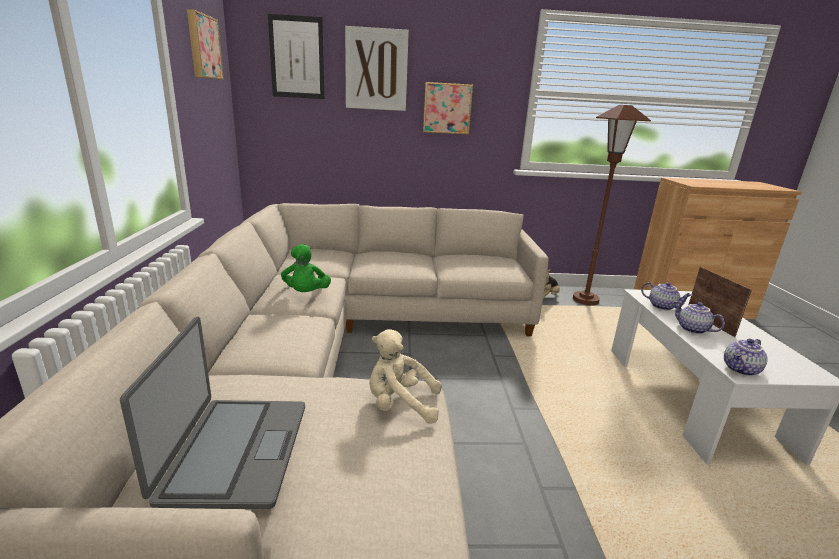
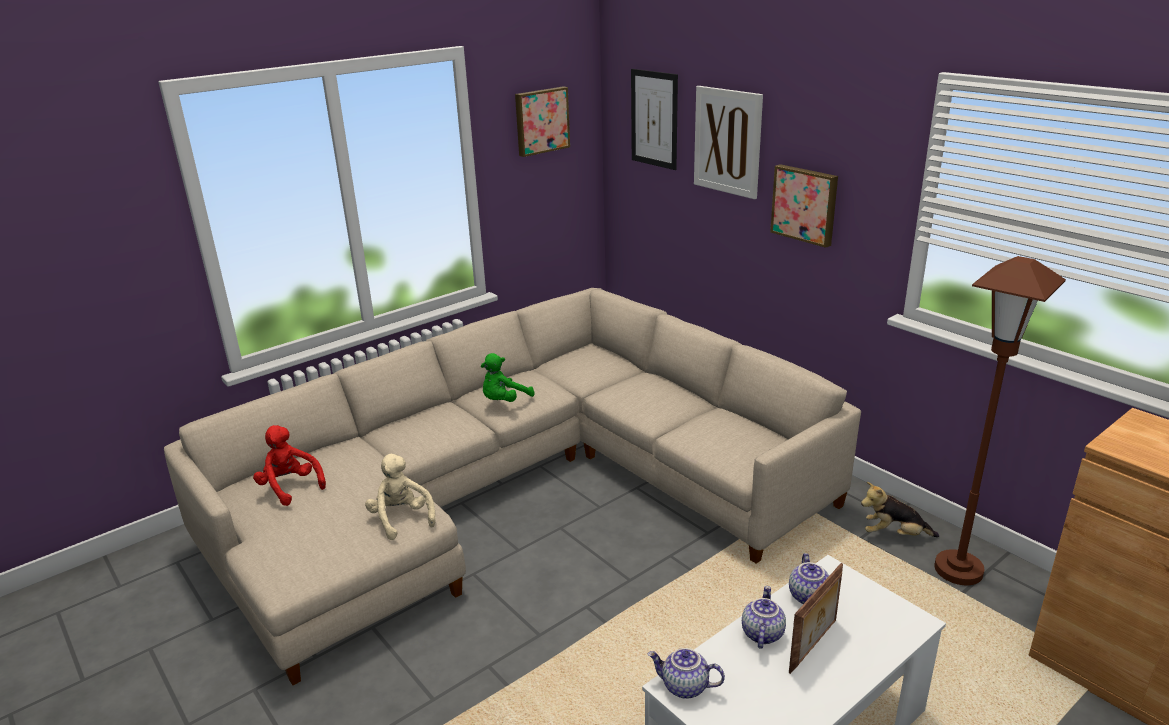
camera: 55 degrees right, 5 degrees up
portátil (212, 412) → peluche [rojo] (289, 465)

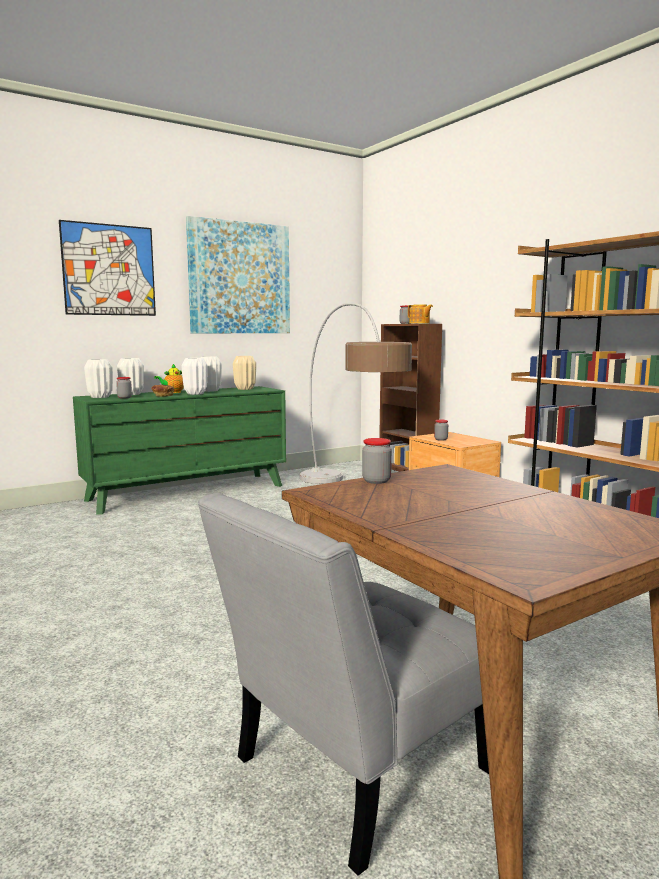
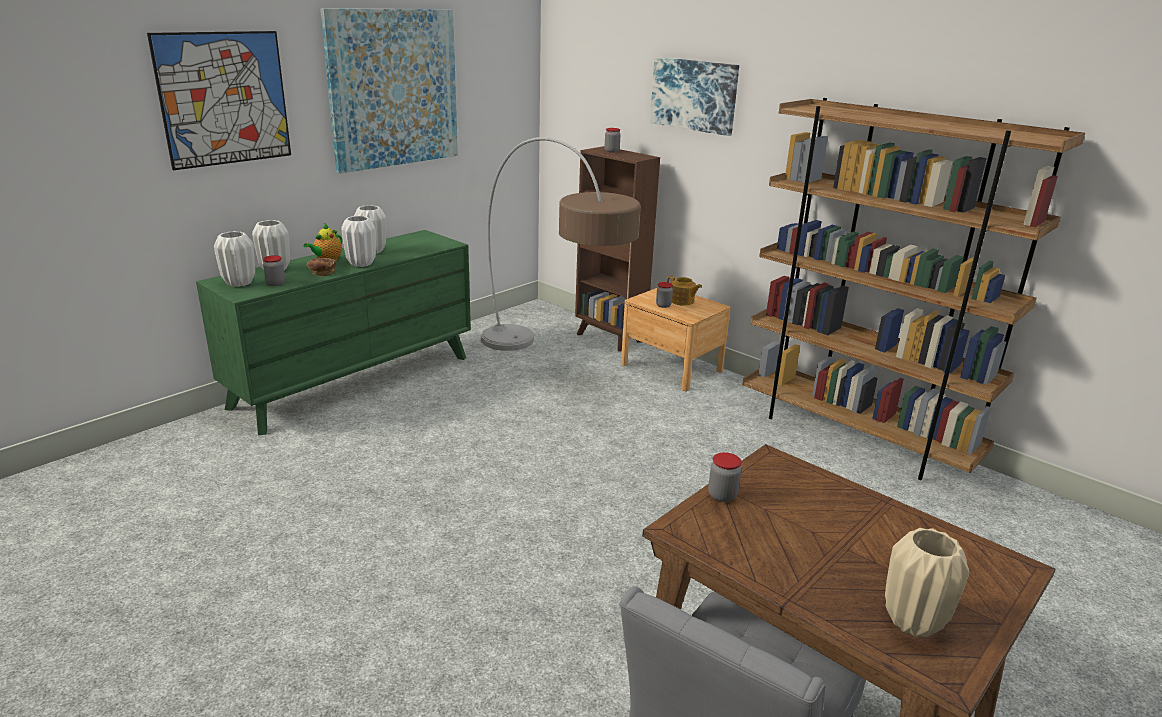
camera: 15 degrees left, 15 degrees up
florero [beis] (244, 373) → florero [beis] (927, 582), moved
tetera (420, 314) → tetera (684, 291), moved
- → cuadro (694, 96)

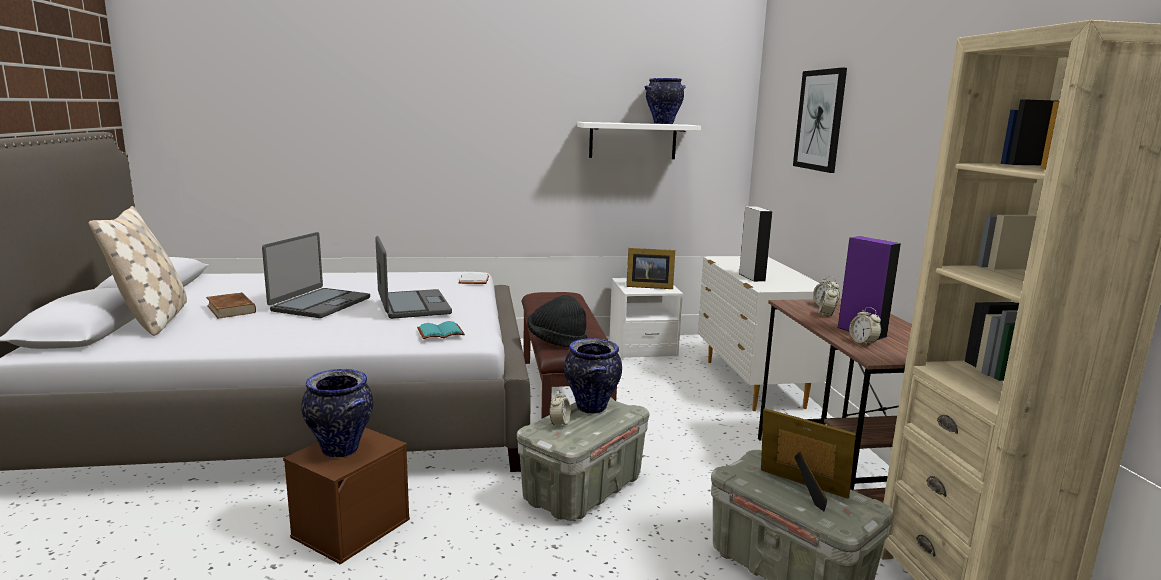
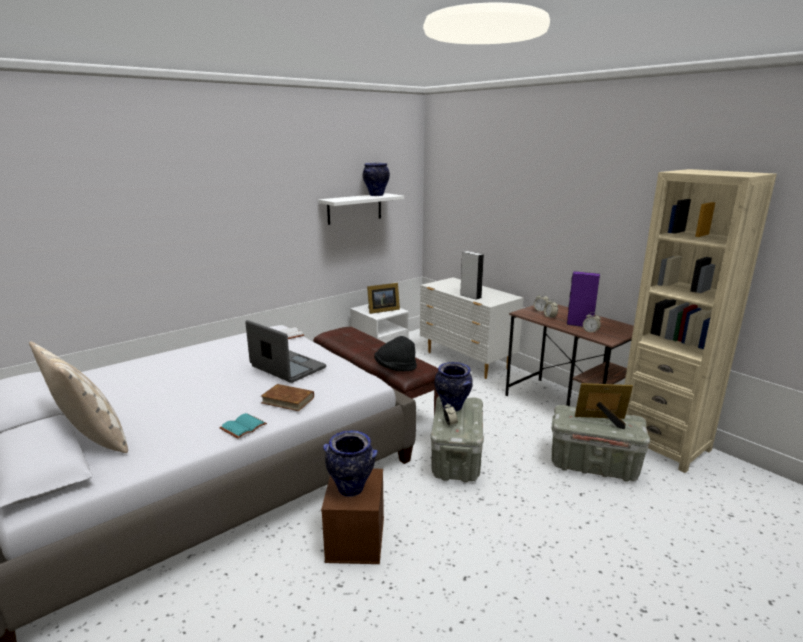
camera: 30 degrees left, 5 degrees up
libro [marrón] (231, 305) → libro [marrón] (287, 397), moved
portátil (316, 275) → -
libro [turquesa] (441, 330) → libro [turquesa] (243, 426), moved
cuadro (820, 120) → -

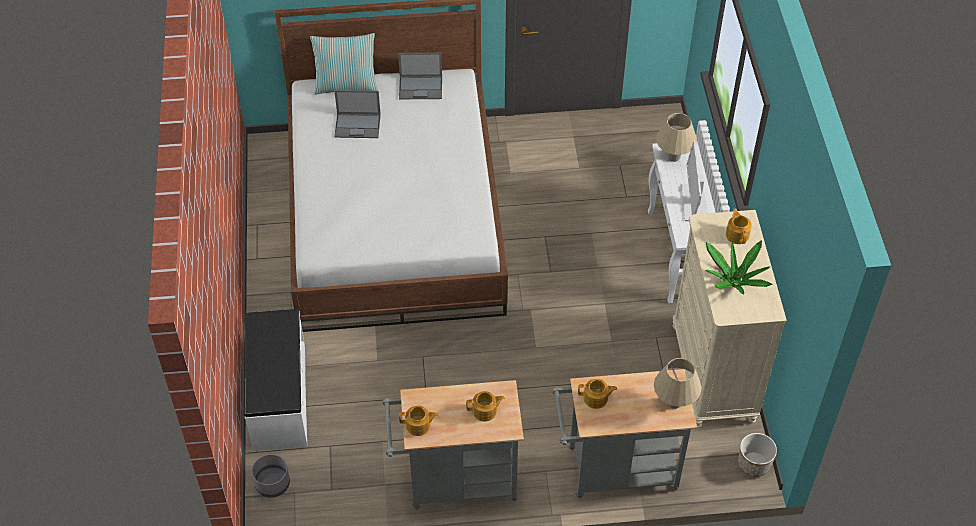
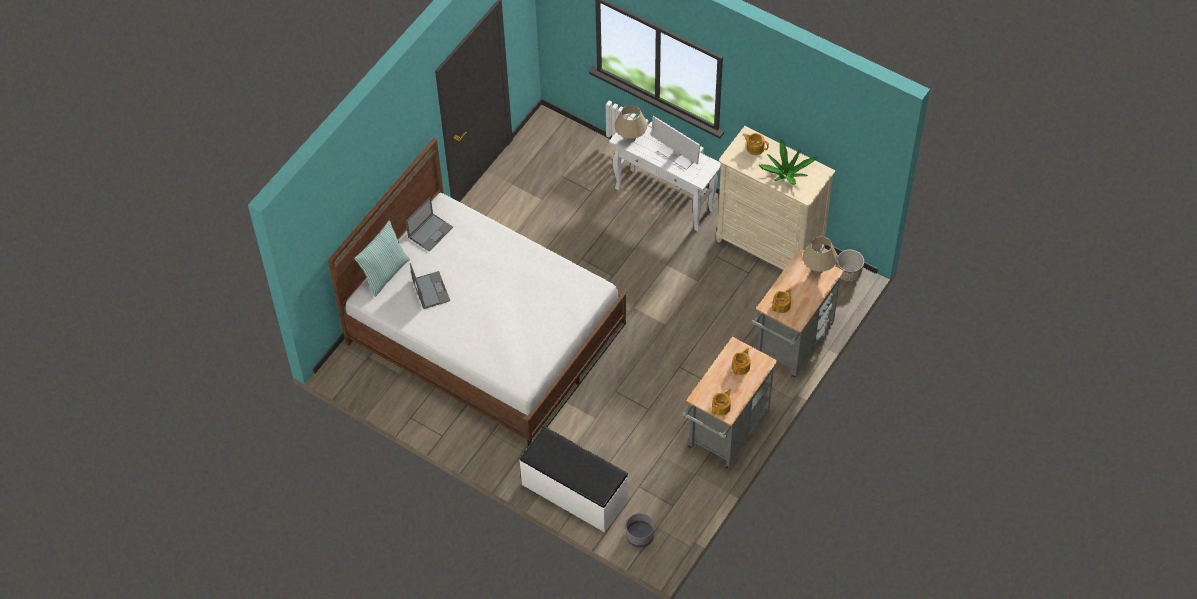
camera: 50 degrees left, 5 degrees up
portátil (357, 114) → portátil (430, 286), 60 degrees counterclockwise

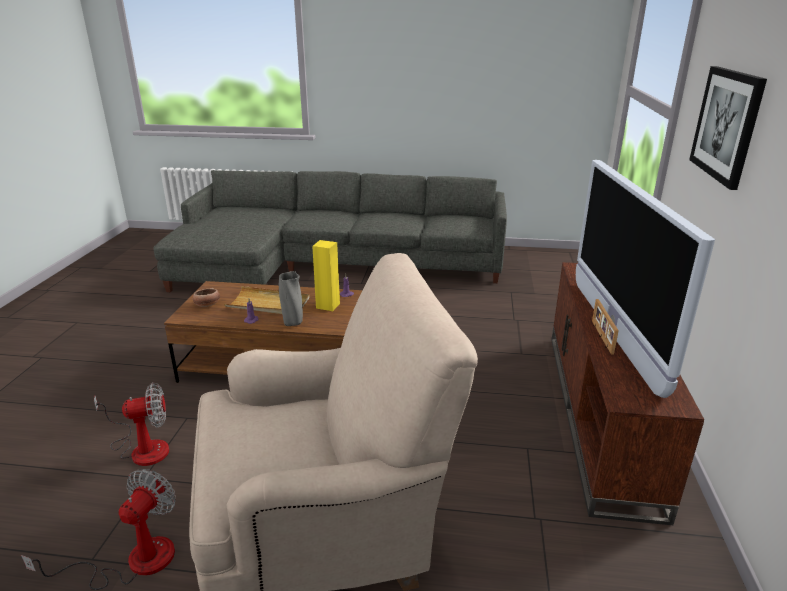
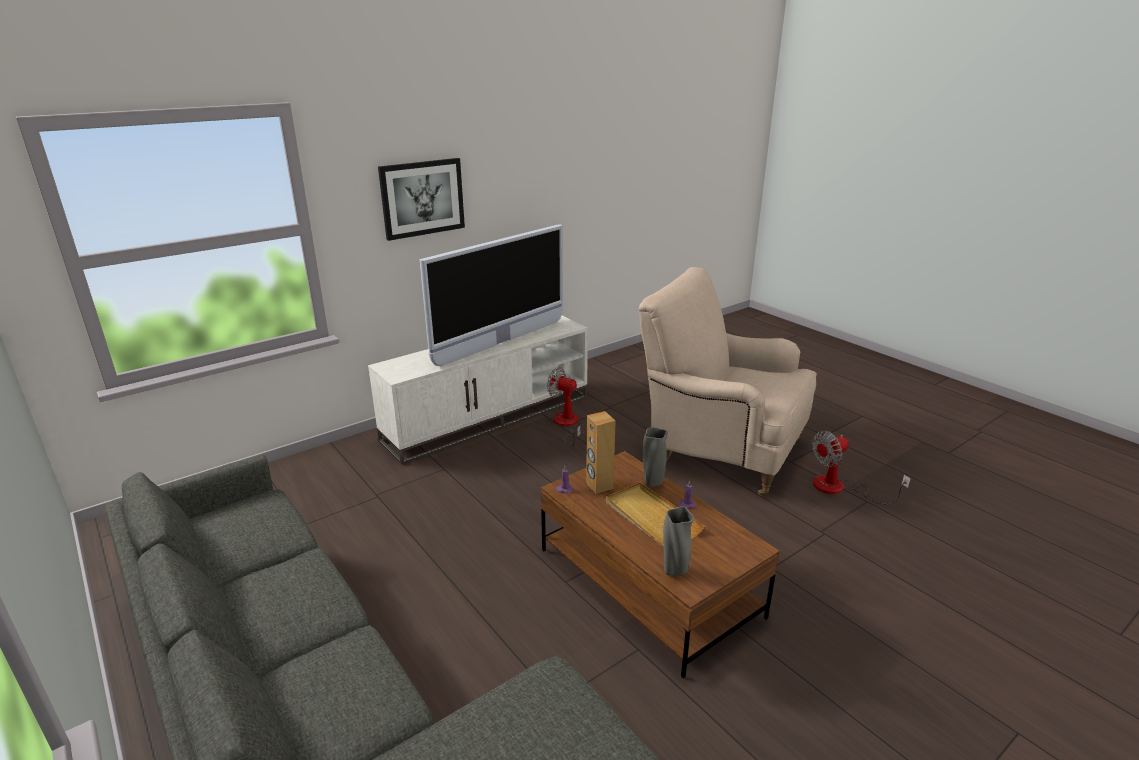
camera: 135 degrees left, 0 degrees up
ventilador (131, 424) → ventilador (565, 407), moved
cuenco (206, 297) → -
altavoz [amarillo] (326, 275) → altavoz [marrón] (600, 452)
mueble de televisión [marrón] (627, 393) → mueble de televisión [blanco] (478, 390)
portarretratos (605, 326) → -
- → florero [gris] (678, 541)

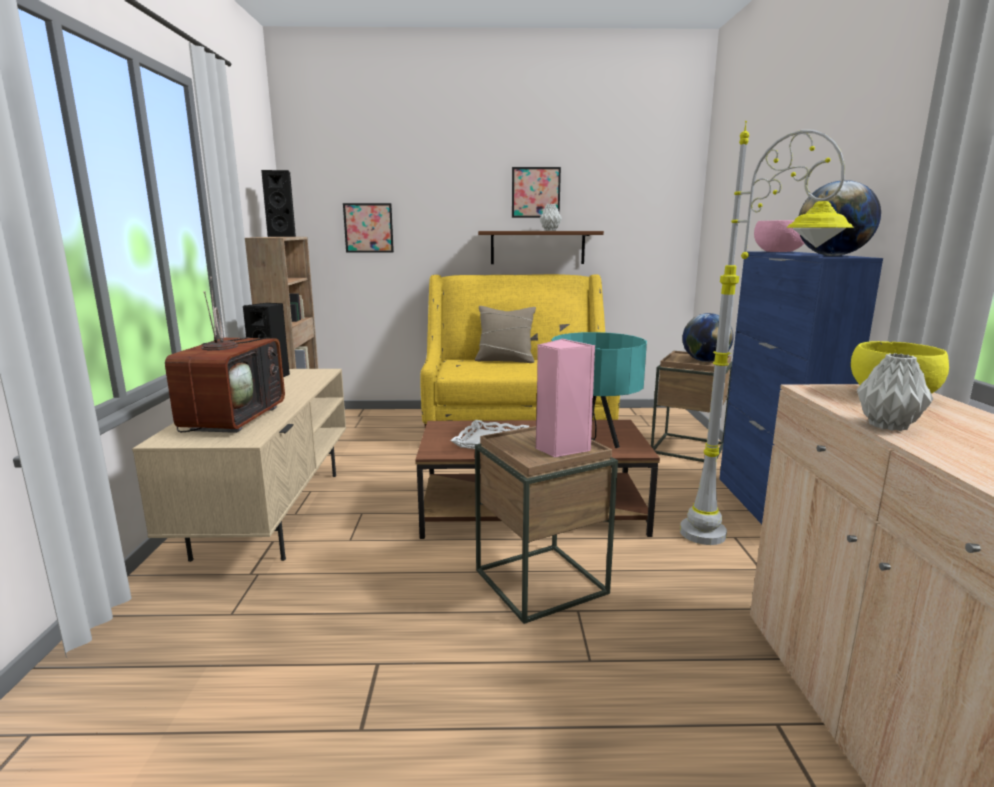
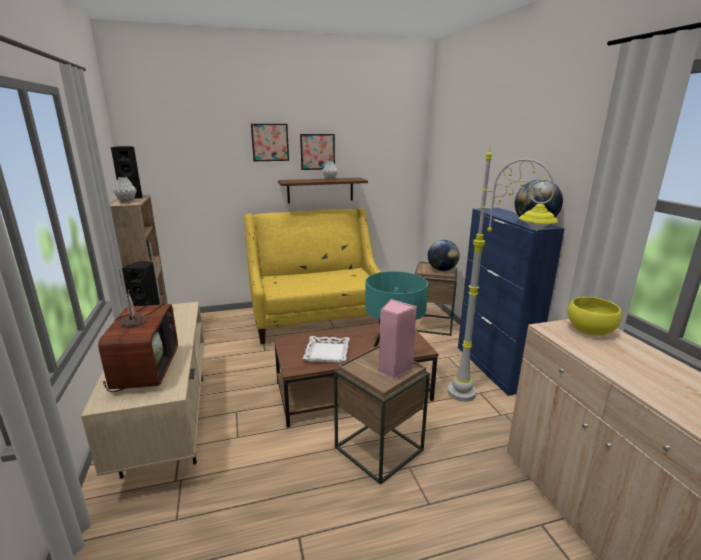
camera: 15 degrees left, 5 degrees up
cuadro (368, 228) → cuadro (270, 142), moved
cojín [beis] (505, 334) → -
cuenco [rosa] (779, 236) → -
florero [gris] (895, 392) → florero [gris] (125, 190), moved

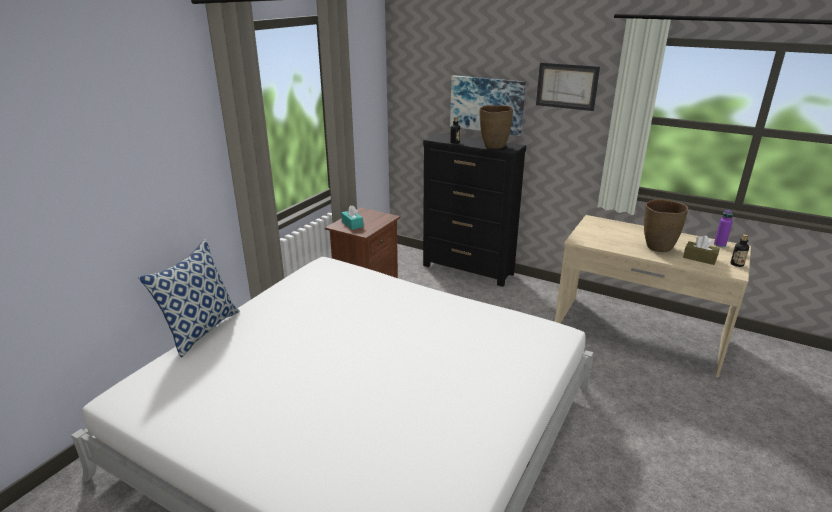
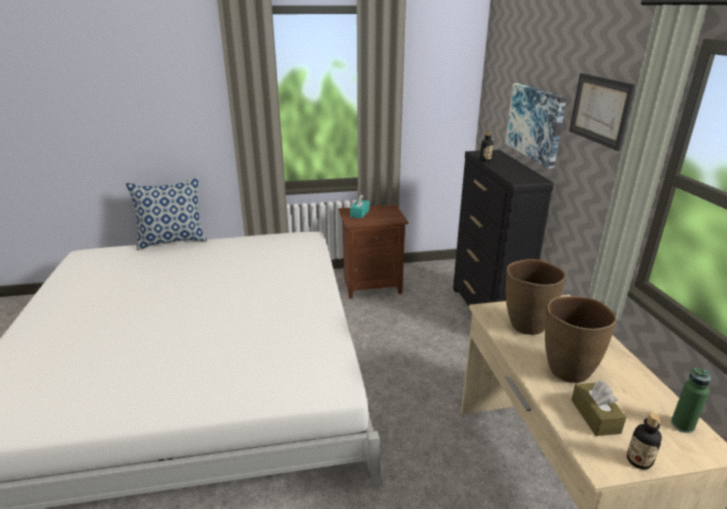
camera: 50 degrees right, 0 degrees up
florero [marrón] (496, 127) → florero [marrón] (536, 297), moved
botella [morado] (723, 228) → botella [verde] (691, 400)

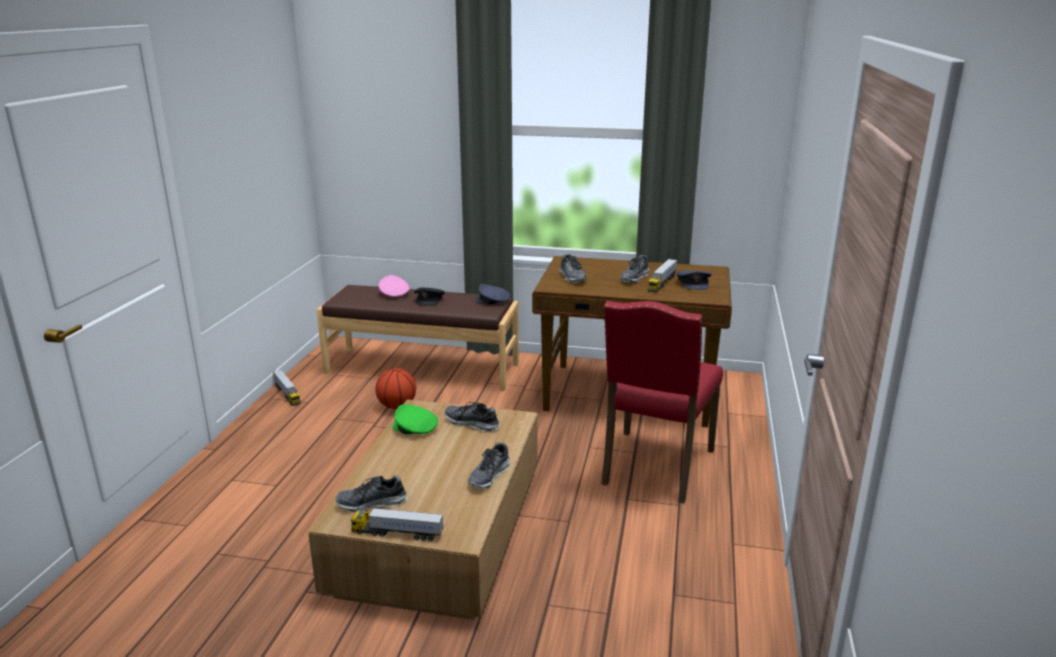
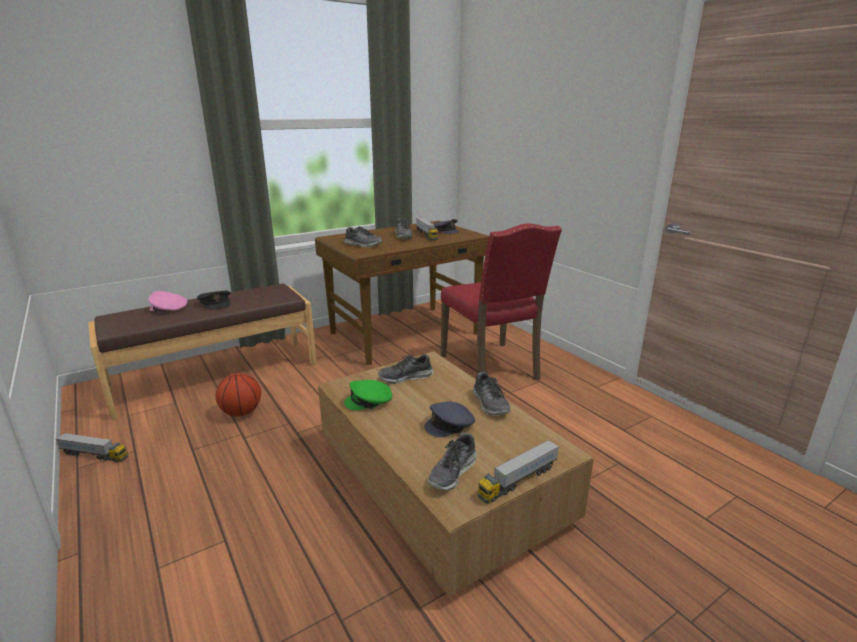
camera: 45 degrees left, 0 degrees up
gorra [gris] (492, 294) → gorra [gris] (449, 419), moved

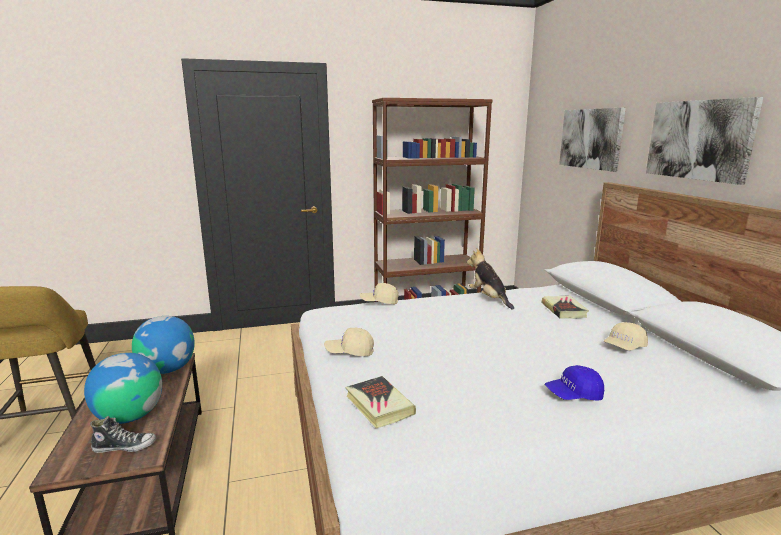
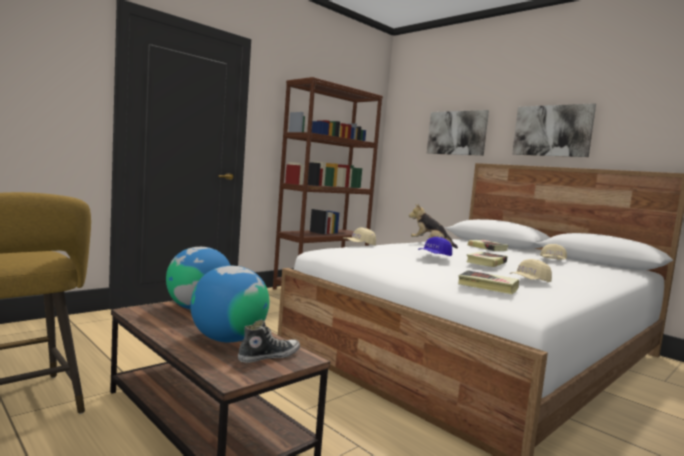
camera: 30 degrees left, 10 degrees down
gorra [beis] (349, 341) → gorra [beis] (530, 270), moved
gorra [azul] (574, 383) → gorra [azul] (435, 246), moved
- → libro (487, 259)

